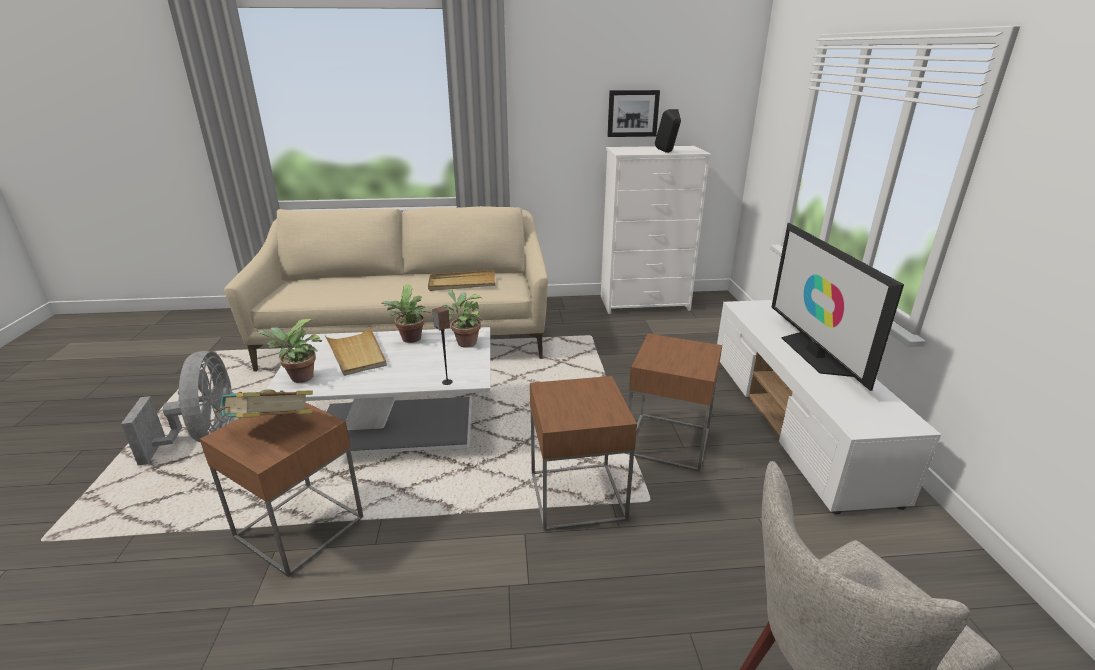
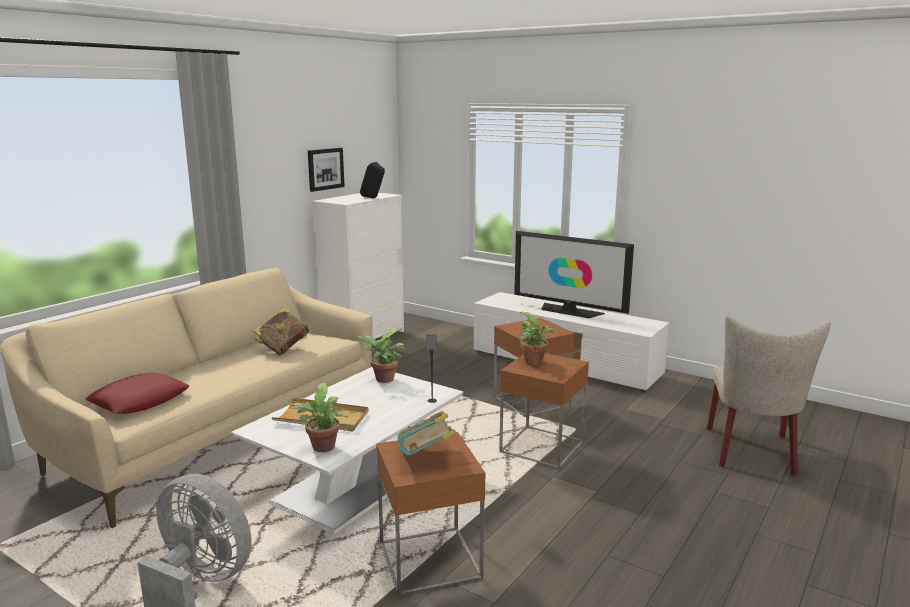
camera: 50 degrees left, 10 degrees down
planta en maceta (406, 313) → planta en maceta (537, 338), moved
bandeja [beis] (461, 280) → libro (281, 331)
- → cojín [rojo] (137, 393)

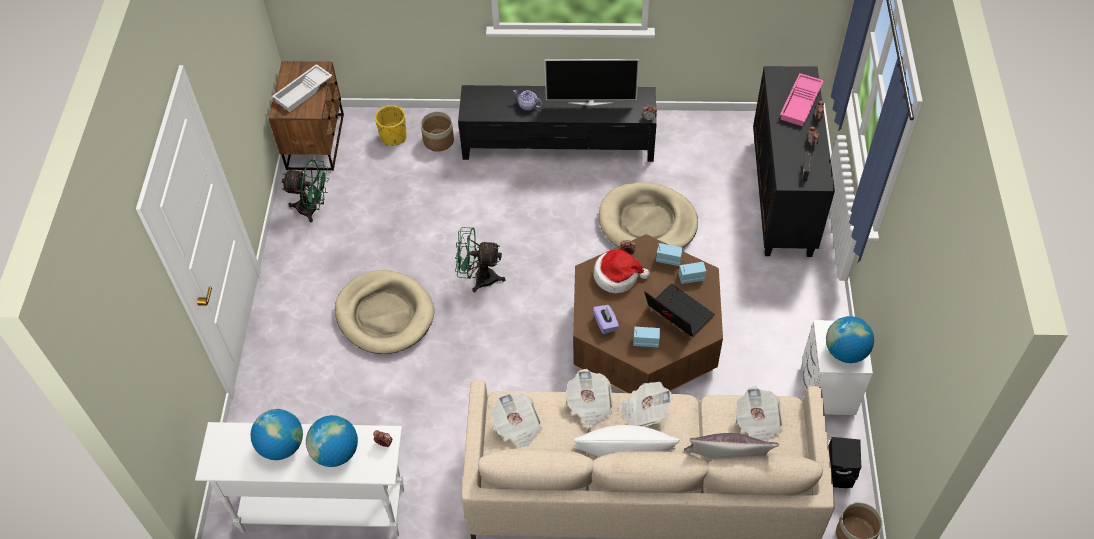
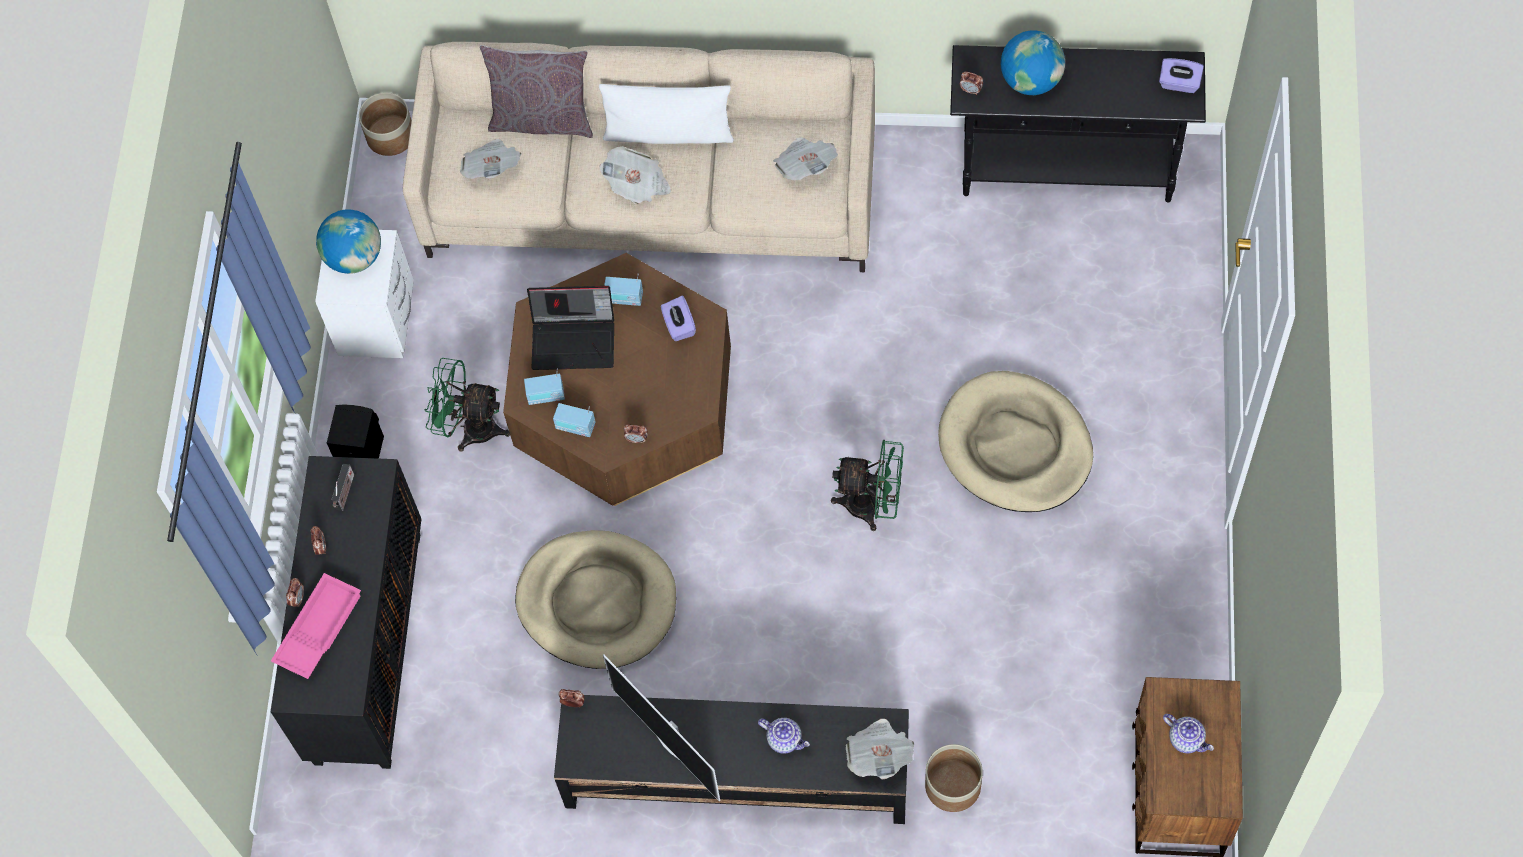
camera: 175 degrees left, 10 degrees up
mesa consola [blanco] (299, 479) → mesa consola [negro] (1078, 123)
globo terráqueo (277, 434) → -
bandeja [blanco] (302, 88) → tetera (1188, 733)
ventilador [verde] (305, 191) → ventilador [verde] (467, 404), moved
maceta [amarillo] (391, 125) → -
televisor (592, 82) → televisor (661, 727), 135 degrees counterclockwise
periódico (589, 398) → periódico (880, 749), moved
sombrero (621, 271) → -
portátil (679, 310) → portátil (570, 328), 45 degrees counterclockwise
altavoz [negro] (844, 462) → altavoz [negro] (355, 432), moved
- → caja de pañuelos [morado] (1181, 75)

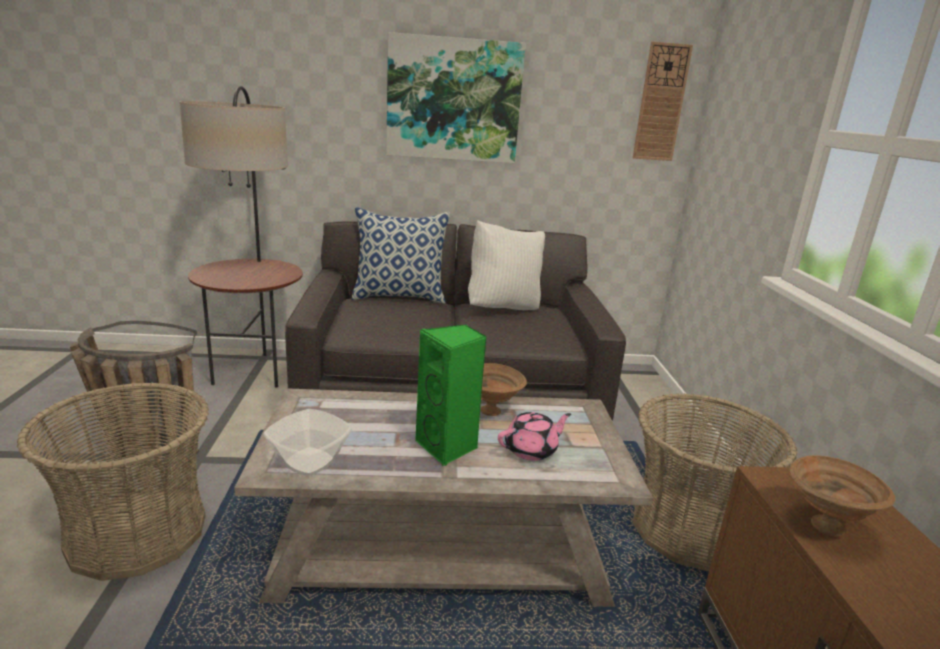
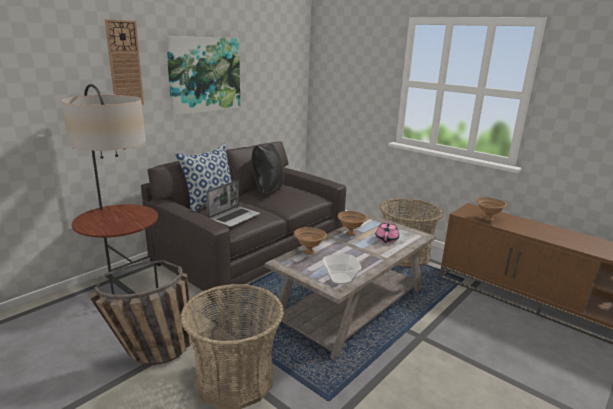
camera: 45 degrees left, 0 degrees up
altavoz [verde] (451, 395) → -
cojín [blanco] (506, 265) → cojín [negro] (267, 168)
reloj de pared (663, 101) → reloj de pared (124, 62), moved
- → portátil (233, 203)
- → cuenco [marrón] (310, 241)

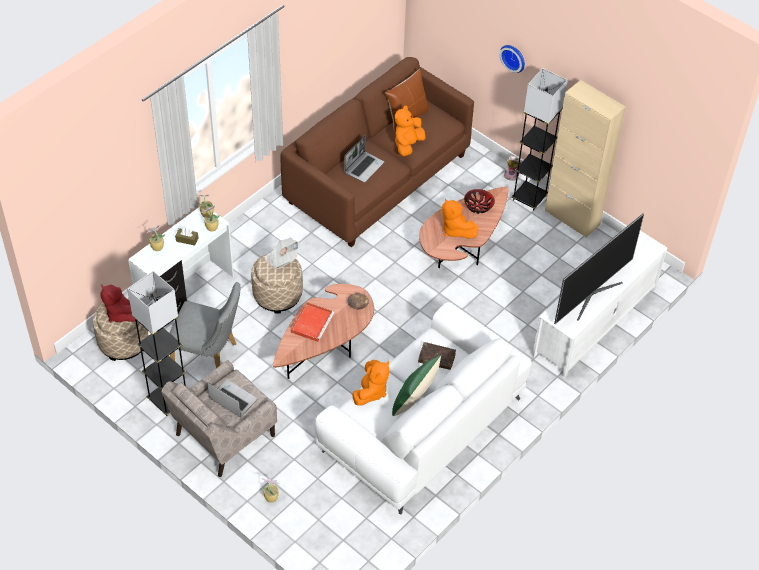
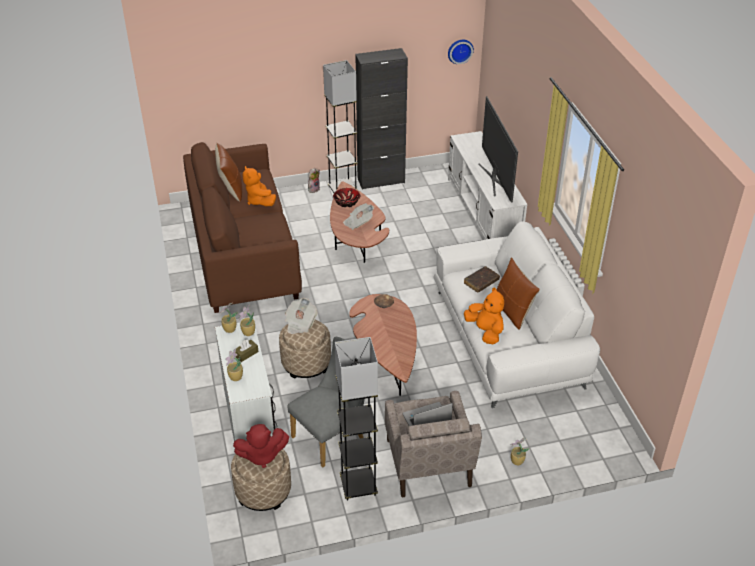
camera: 55 degrees left, 10 degrees down
bandeja [rojo] (312, 322) → -
portátil (364, 159) → -
cojín [verde] (416, 385) → cojín [marrón] (518, 293)
peluche [naranja] (460, 218) → periódico (358, 216)
reloj de pared (512, 59) → reloj de pared (461, 52), moved
armario [beis] (585, 159) → armario [negro] (381, 119)

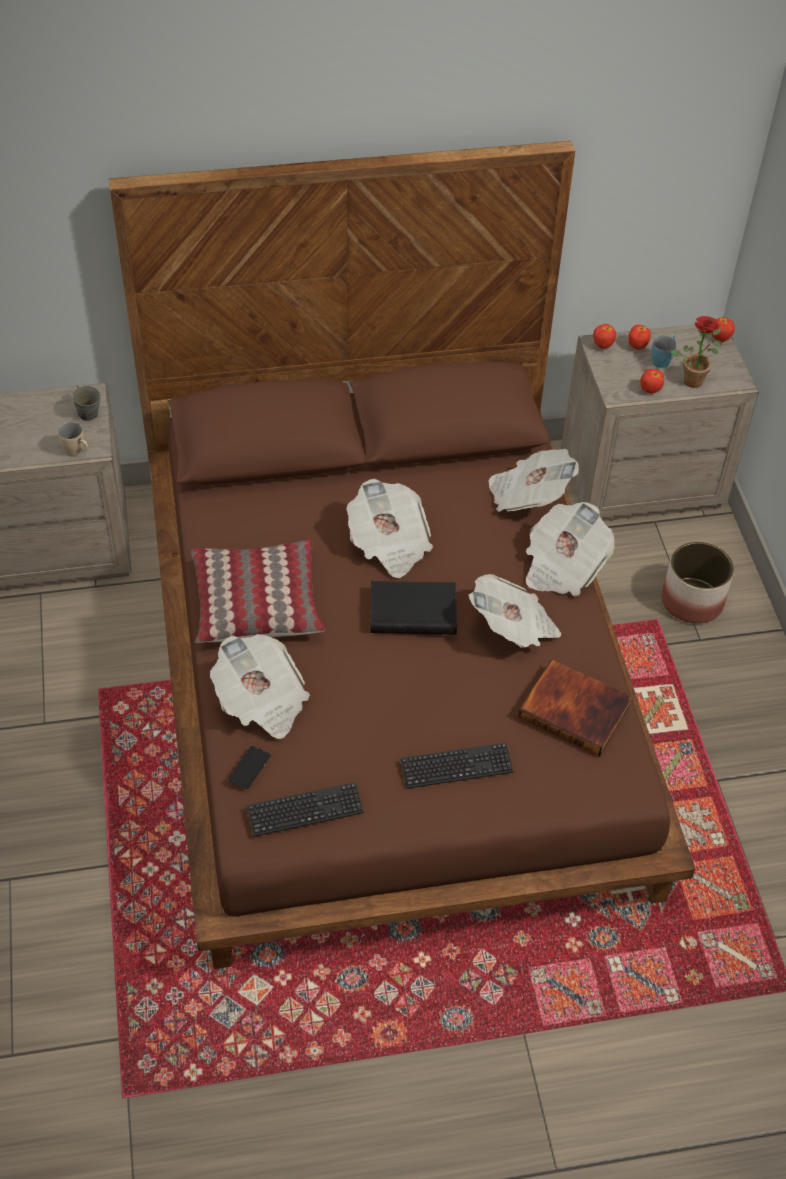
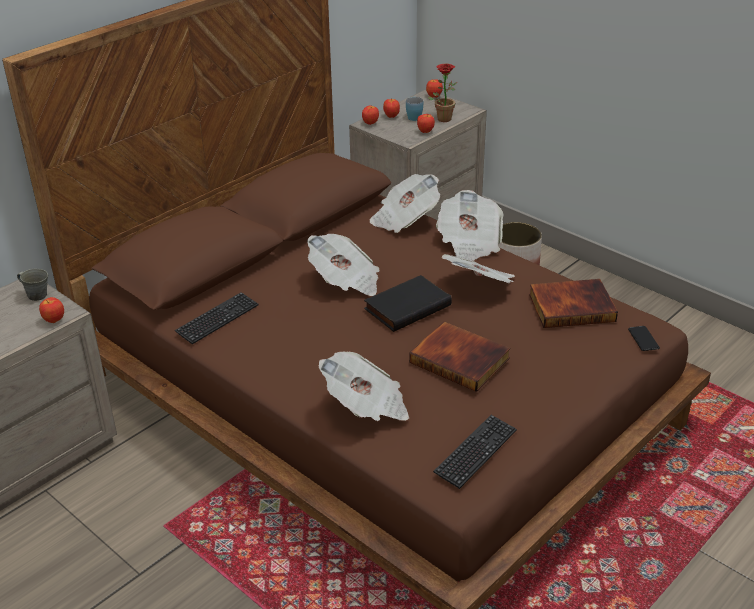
camera: 35 degrees left, 15 degrees down
taza grande [beis] (73, 439) → manzana (51, 310)
cojín (258, 591) → -
móvil (249, 767) → móvil (644, 338), moved
teclado (457, 765) → teclado (217, 318), moved
- → libro (459, 357)

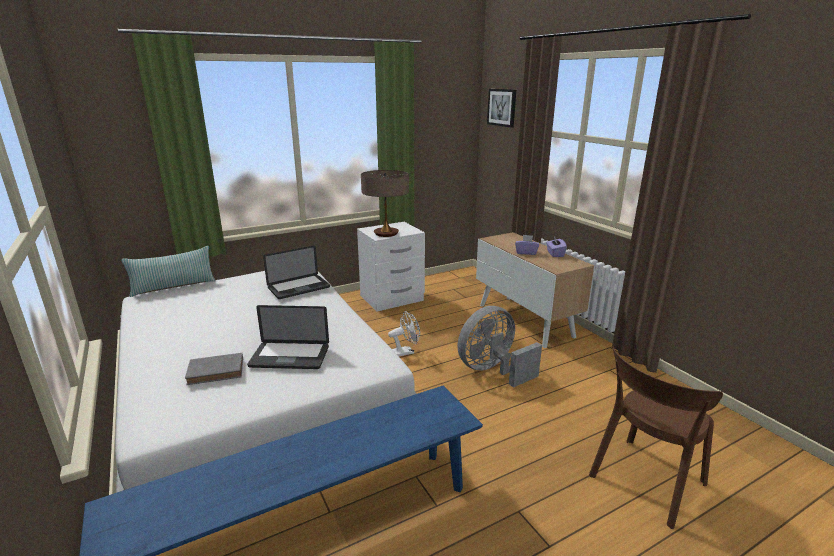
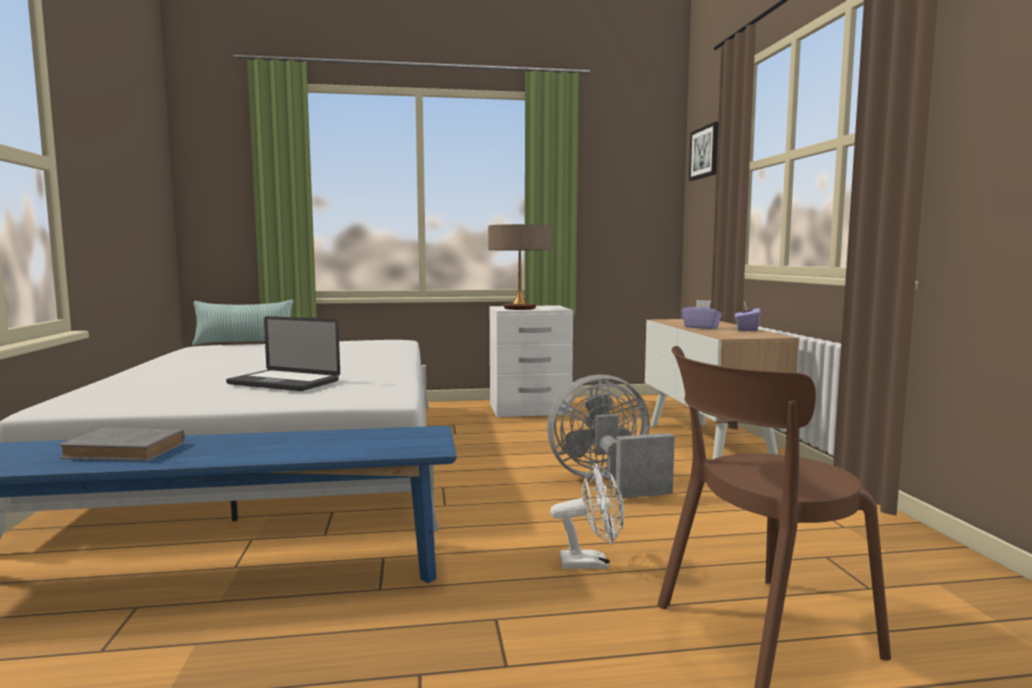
camera: 20 degrees right, 15 degrees down
libro [gris] (214, 369) → libro [gris] (122, 444), moved
portátil (296, 272) → -
ventilador [blanco] (404, 333) → ventilador [blanco] (587, 516), moved

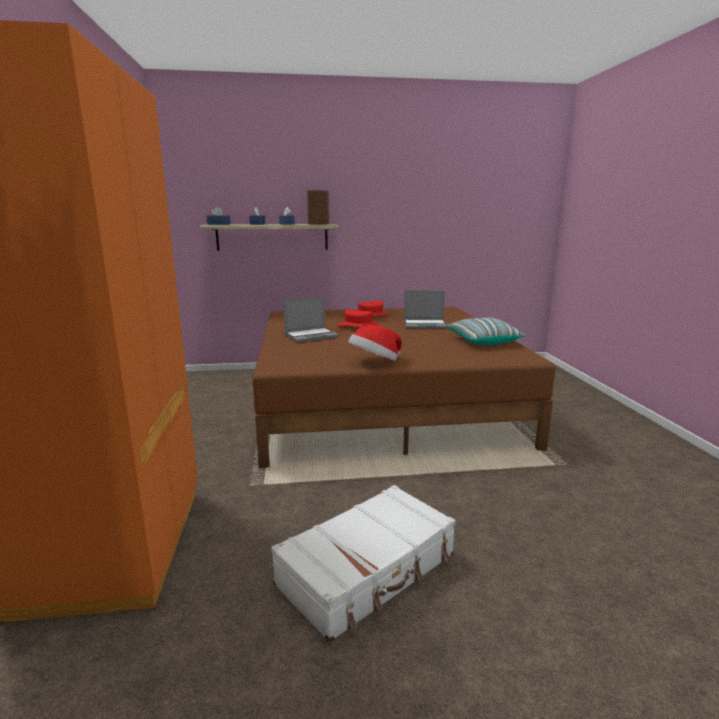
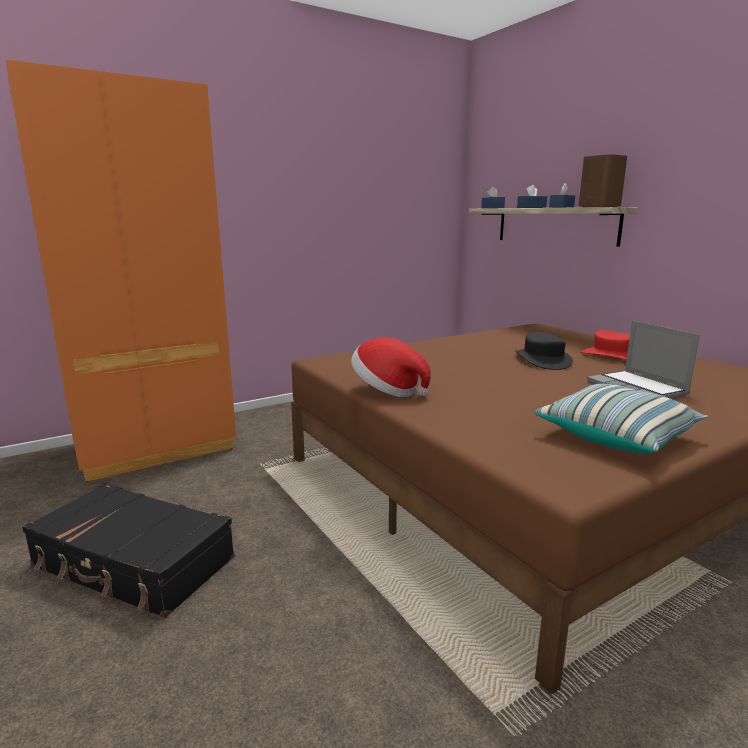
camera: 65 degrees right, 0 degrees up
maleta [blanco] (363, 564) → maleta [negro] (128, 550)
portátil (311, 319) → -
sombrero [rojo] (358, 319) → sombrero [negro] (544, 351)

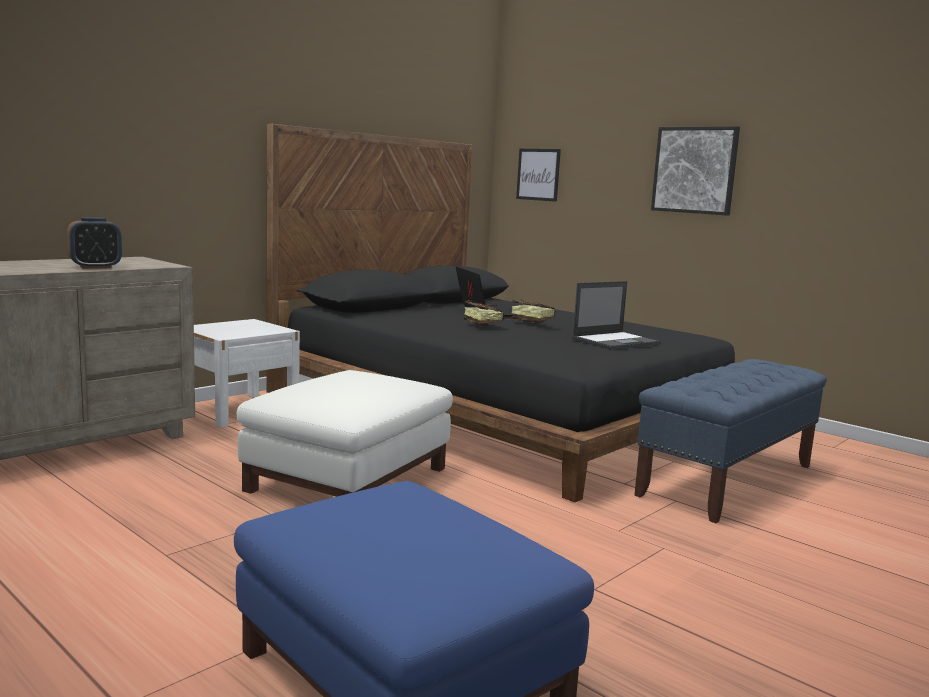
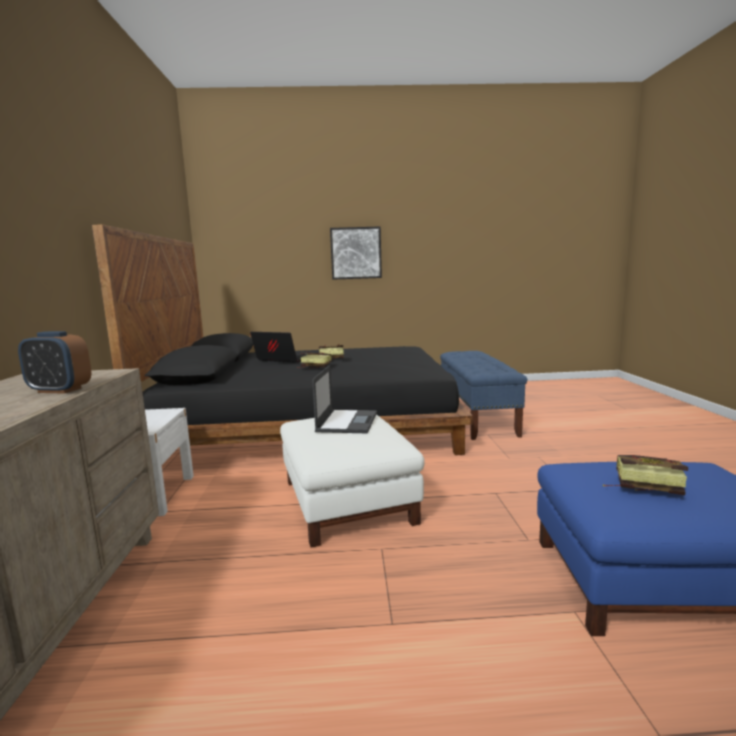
camera: 45 degrees left, 0 degrees up
despertador (94, 243) → despertador (55, 362), 90 degrees clockwise
cuadro (538, 175) → -
portátil (616, 315) → portátil (344, 399), moved
- → libro (646, 475)

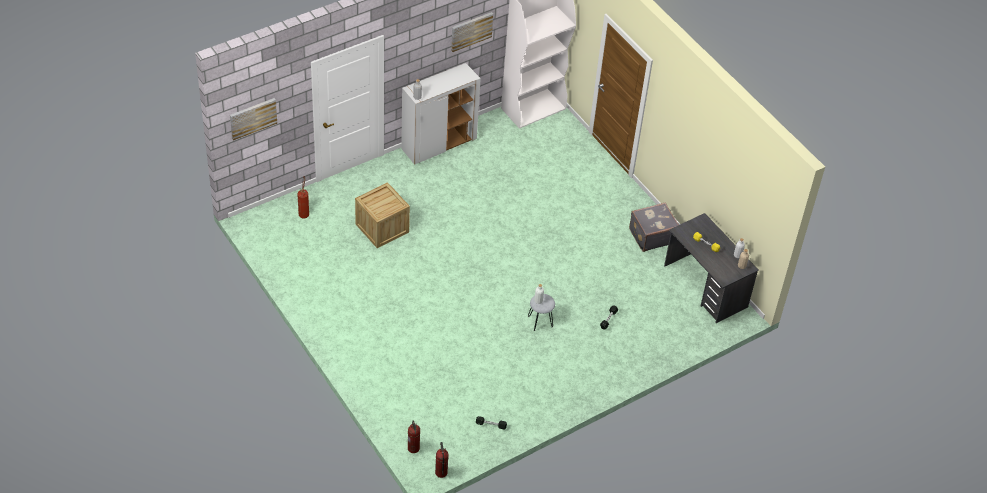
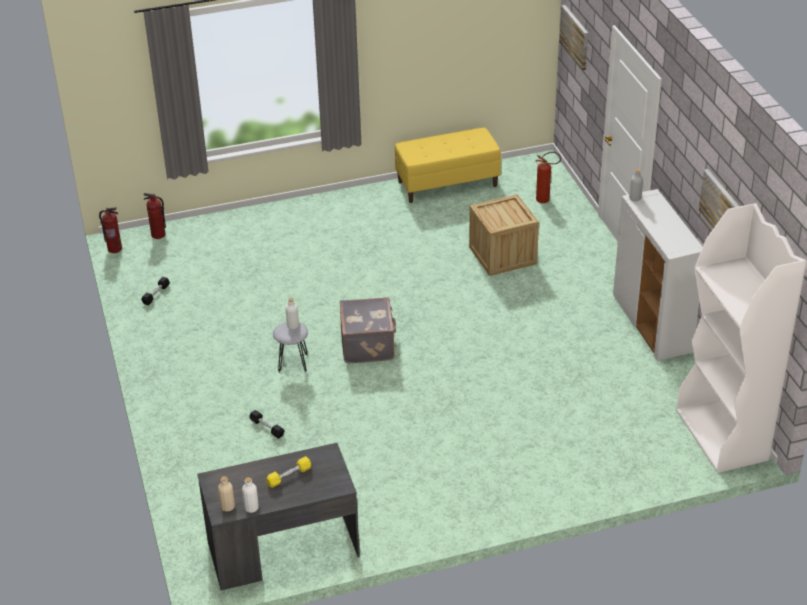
camera: 110 degrees right, 10 degrees down
maleta [gris] (654, 227) → maleta [gris] (368, 330), moved
- → banco [amarillo] (448, 165)

